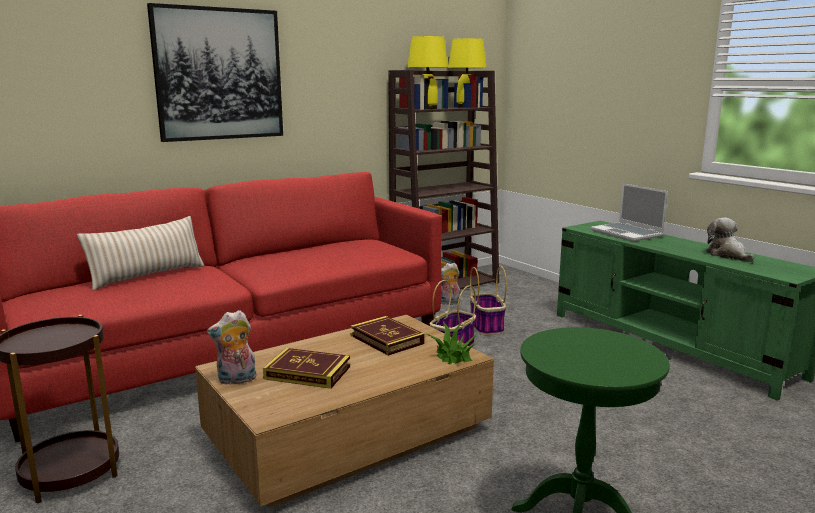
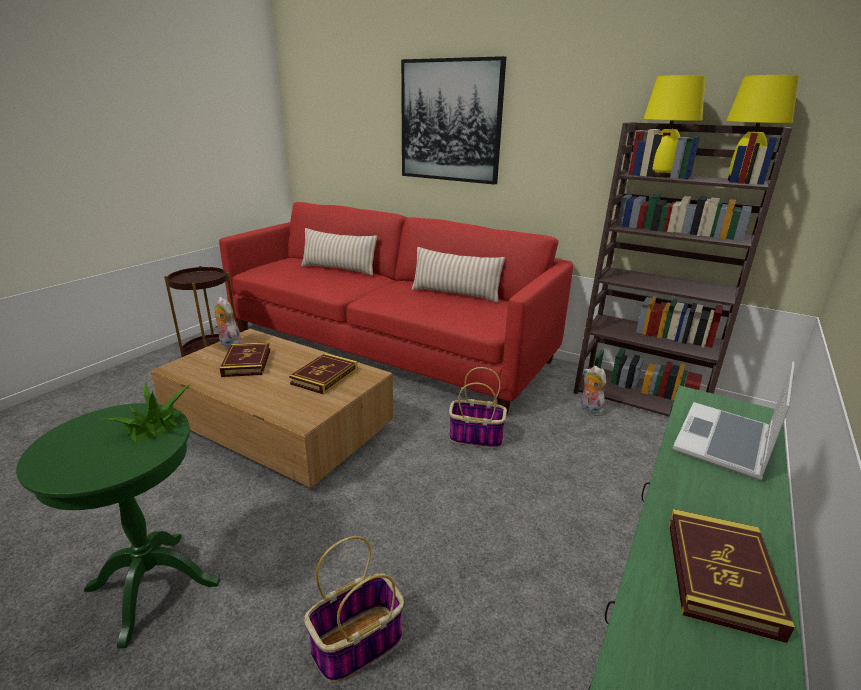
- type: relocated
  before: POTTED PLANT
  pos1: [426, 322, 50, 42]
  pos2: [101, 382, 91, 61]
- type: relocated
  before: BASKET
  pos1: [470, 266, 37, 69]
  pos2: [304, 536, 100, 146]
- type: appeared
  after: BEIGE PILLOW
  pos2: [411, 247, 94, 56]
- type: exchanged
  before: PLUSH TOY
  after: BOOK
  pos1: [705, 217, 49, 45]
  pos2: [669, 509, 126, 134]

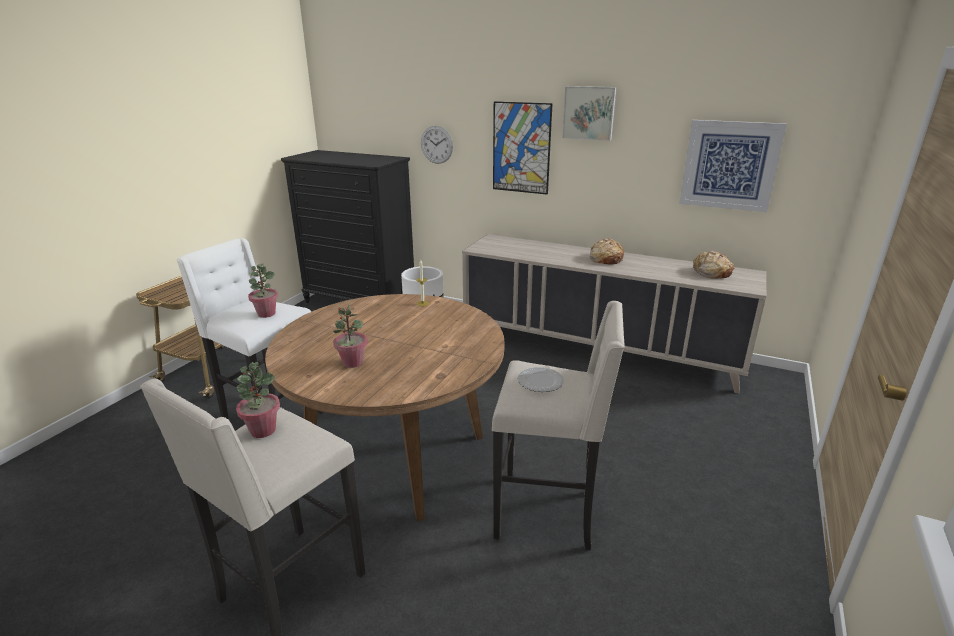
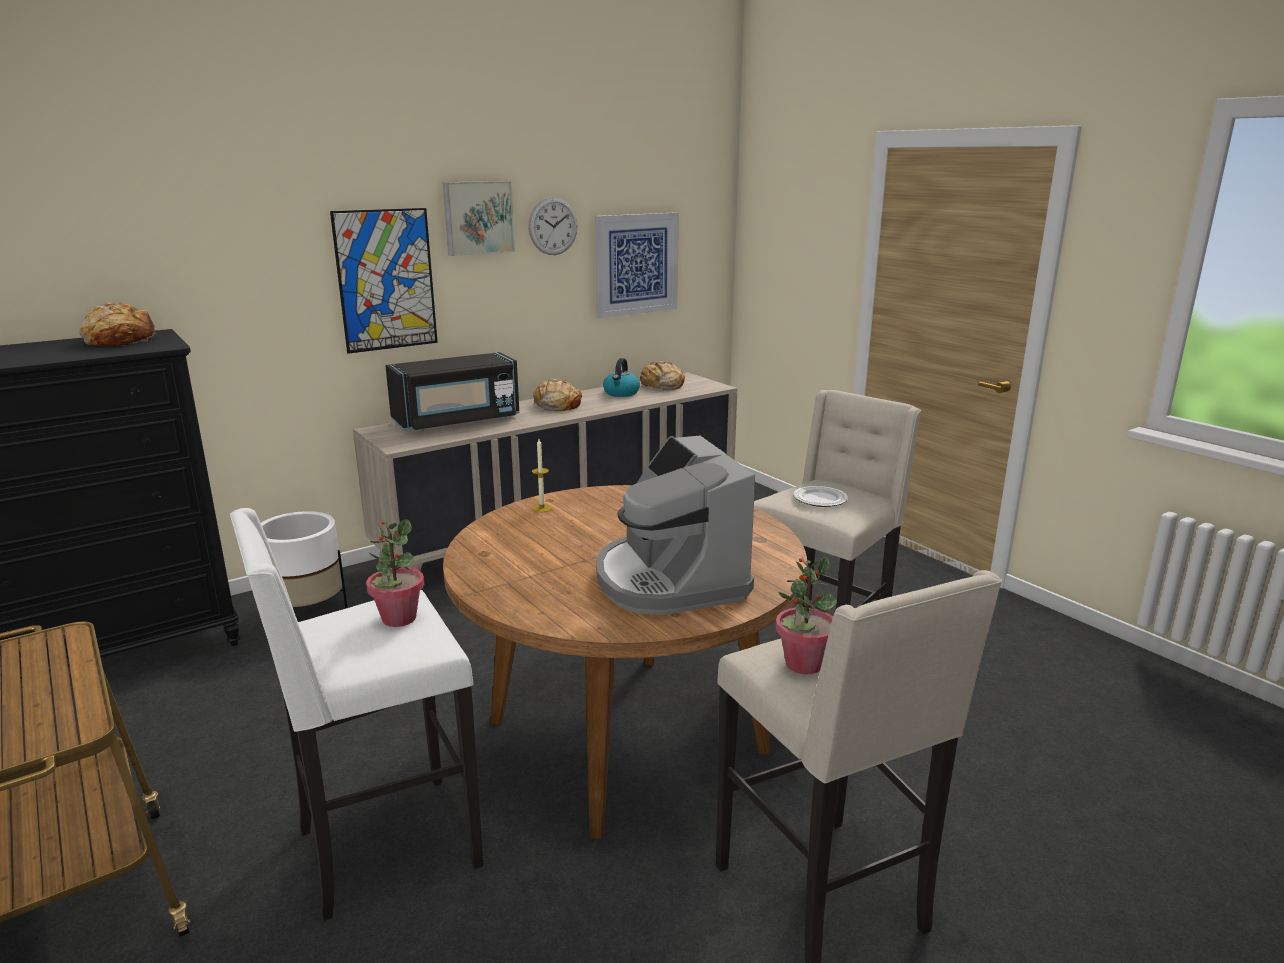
- type: appeared
  after: BREAD
  pos2: [79, 302, 78, 44]
- type: appeared
  after: BLACK MICROWAVE
  pos2: [385, 352, 135, 79]
- type: relocated
  before: WALL CLOCK
  pos1: [421, 126, 32, 38]
  pos2: [528, 197, 50, 58]
- type: exchanged
  before: POTTED PLANT
  after: COFFEE MACHINE
  pos1: [333, 303, 35, 65]
  pos2: [596, 436, 159, 179]
- type: appeared
  after: KETTLE
  pos2: [603, 358, 37, 39]

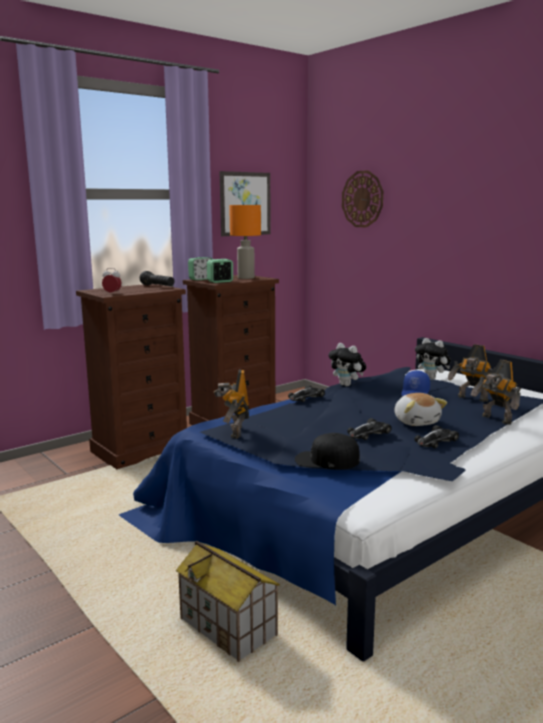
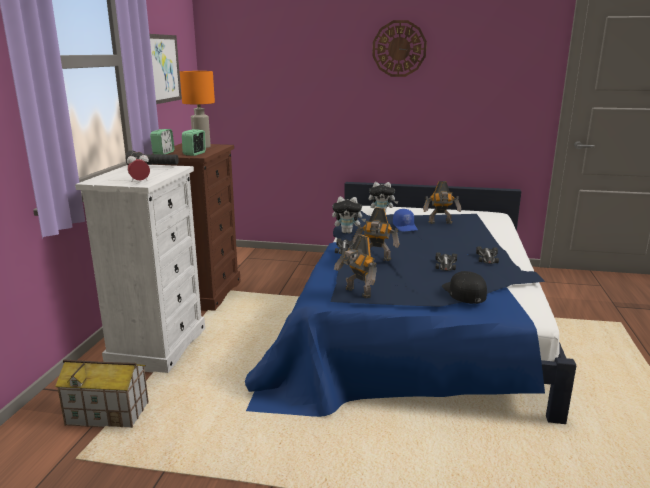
- type: relocated
  before: TOY HOUSE
  pos1: [176, 541, 104, 121]
  pos2: [55, 359, 94, 69]
- type: colour
  before: BROWN DRESSER
  after: WHITE DRESSER
  pos1: [76, 284, 111, 185]
  pos2: [75, 165, 130, 208]
- type: relocated
  before: TOY ROBOT
  pos1: [471, 360, 50, 65]
  pos2: [353, 207, 47, 54]
- type: relocated
  before: WALL CLOCK
  pos1: [342, 170, 41, 57]
  pos2: [372, 20, 55, 57]
- type: spun
  before: BLACK CAP
  pos1: [295, 433, 65, 37]
  pos2: [442, 271, 45, 33]
  turn: 105
- type: missing
  before: PLUSH TOY
  pos1: [394, 393, 53, 33]

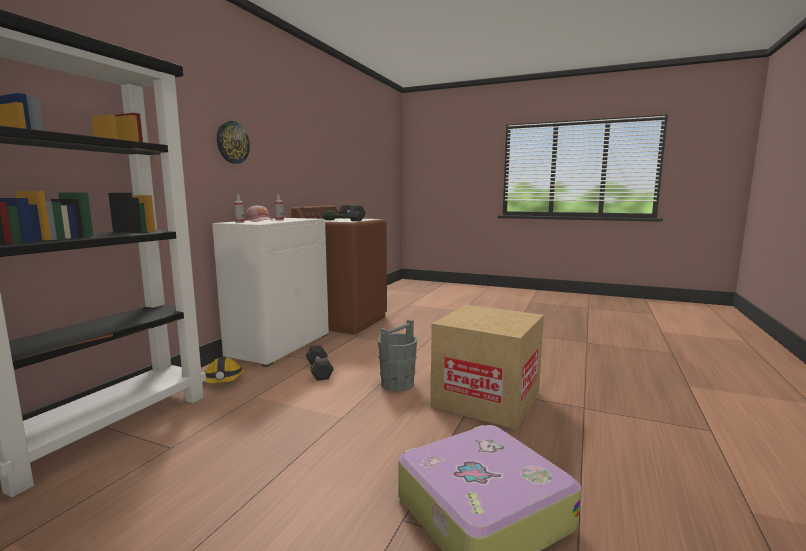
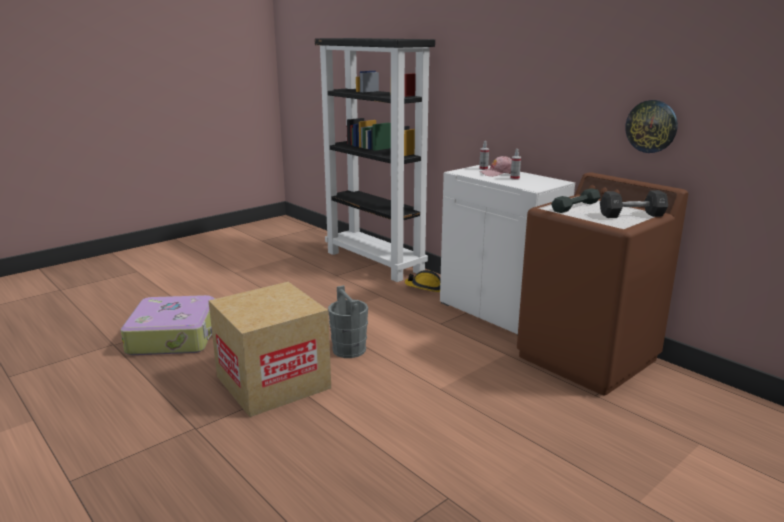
- type: relocated
  before: WALL CLOCK
  pos1: [217, 121, 33, 43]
  pos2: [625, 100, 53, 53]
- type: missing
  before: BLACK DUMBBELL
  pos1: [306, 345, 28, 36]

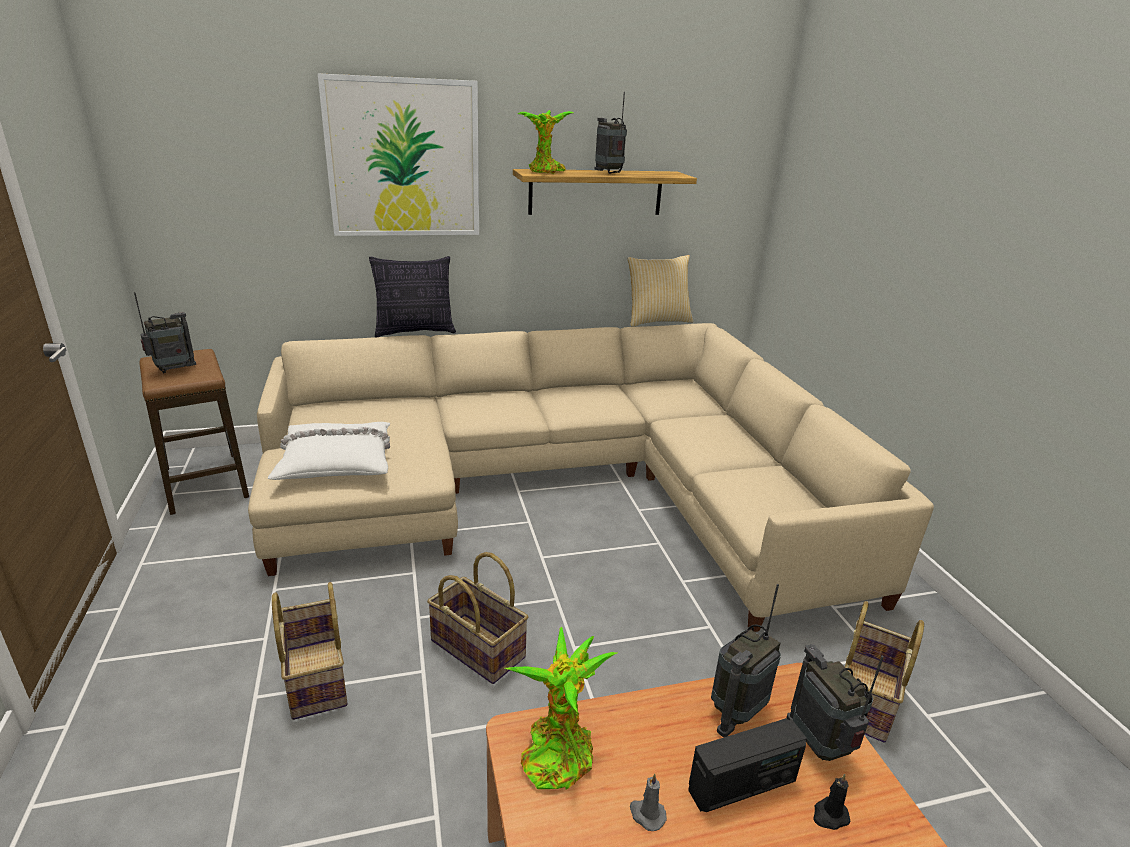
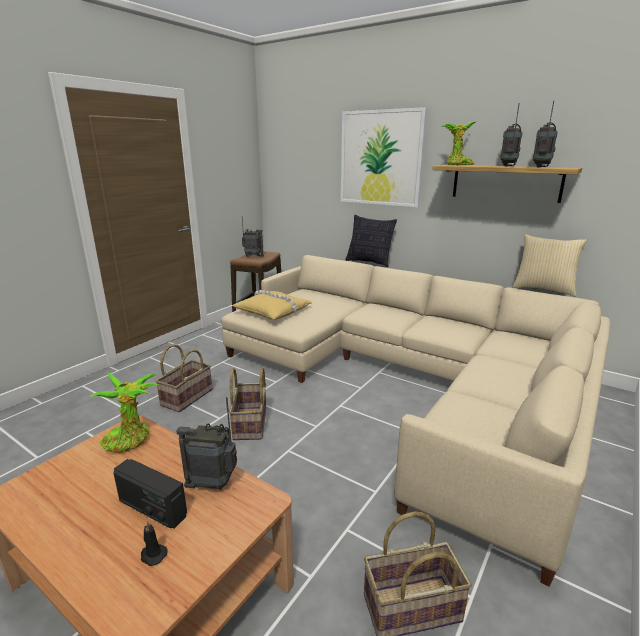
- type: colour
  before: WHITE PILLOW
  after: YELLOW PILLOW
  pos1: [268, 422, 122, 58]
  pos2: [232, 290, 81, 30]
- type: relocated
  before: RADIO
  pos1: [786, 644, 98, 117]
  pos2: [533, 101, 25, 67]
- type: missing
  before: GREY CANDLE
  pos1: [630, 773, 37, 58]

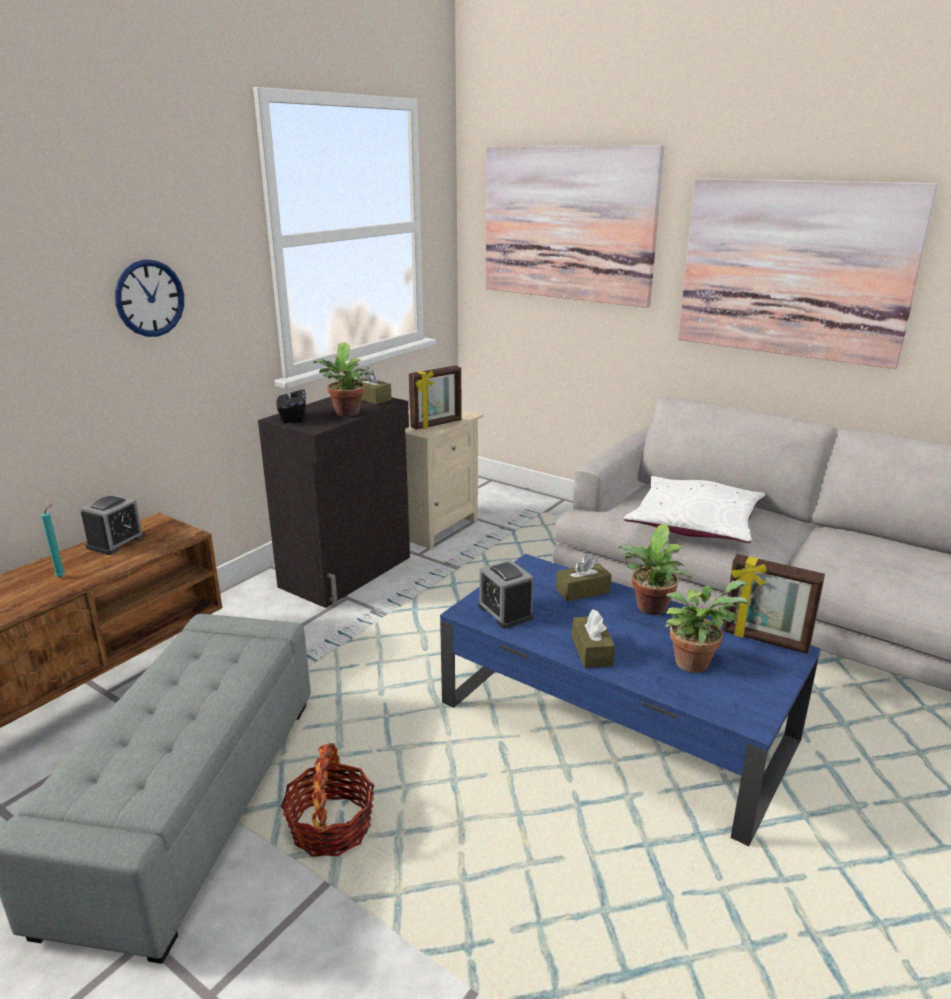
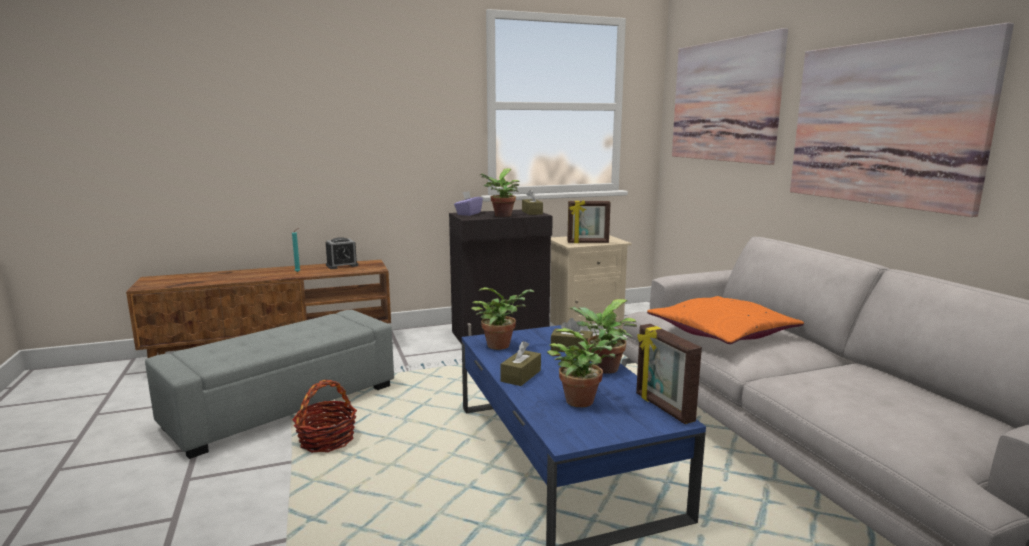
- type: colour
  before: BLACK TISSUE BOX
  after: PURPLE TISSUE BOX
  pos1: [276, 383, 30, 40]
  pos2: [454, 191, 29, 25]
- type: exchanged
  before: ALARM CLOCK
  after: POTTED PLANT
  pos1: [478, 560, 55, 68]
  pos2: [471, 287, 63, 63]
- type: colour
  before: WHITE PILLOW
  after: ORANGE PILLOW
  pos1: [624, 476, 141, 67]
  pos2: [647, 296, 157, 48]
- type: missing
  before: WALL CLOCK
  pos1: [115, 259, 69, 78]

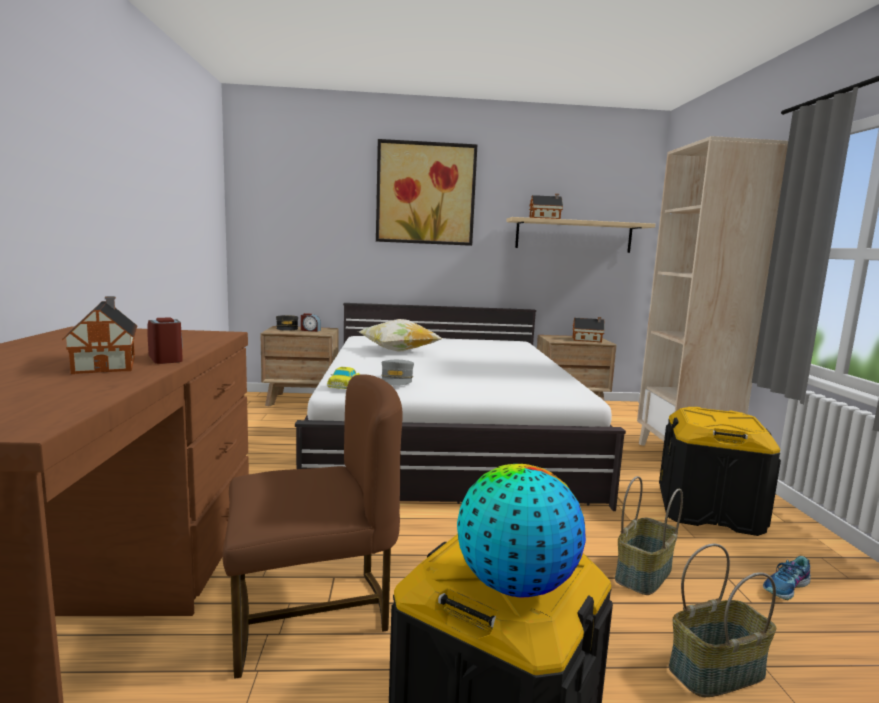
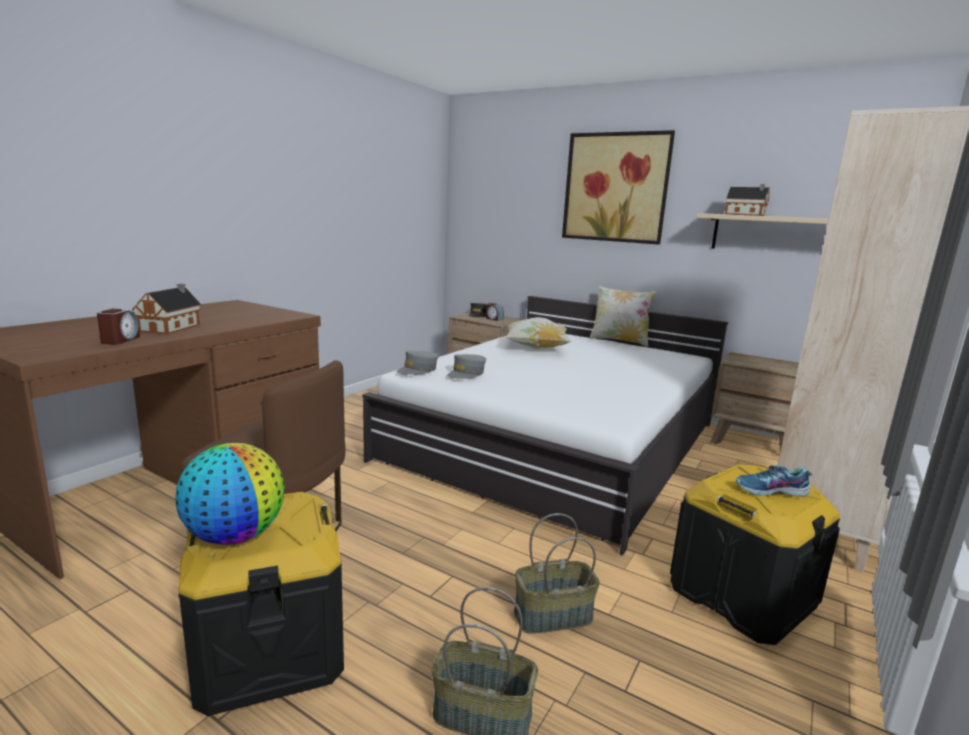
- type: relocated
  before: ALARM CLOCK
  pos1: [147, 317, 36, 47]
  pos2: [97, 309, 43, 36]
- type: exchanged
  before: TOY CAR
  after: GREY CAP
  pos1: [327, 367, 33, 22]
  pos2: [397, 351, 42, 24]
- type: appeared
  after: PILLOW
  pos2: [589, 286, 67, 61]
- type: relocated
  before: SHOE
  pos1: [763, 556, 48, 44]
  pos2: [736, 465, 76, 32]
- type: missing
  before: TOY HOUSE
  pos1: [573, 317, 32, 25]

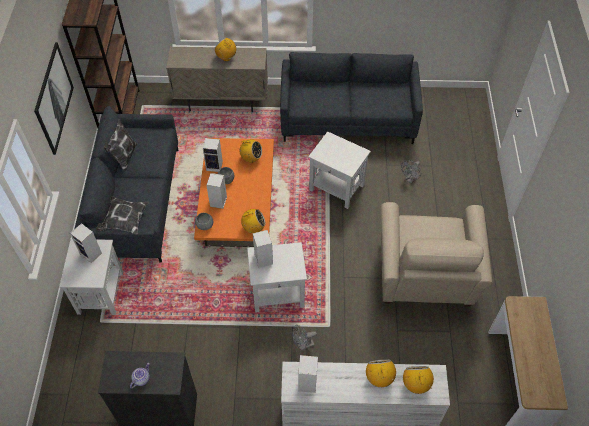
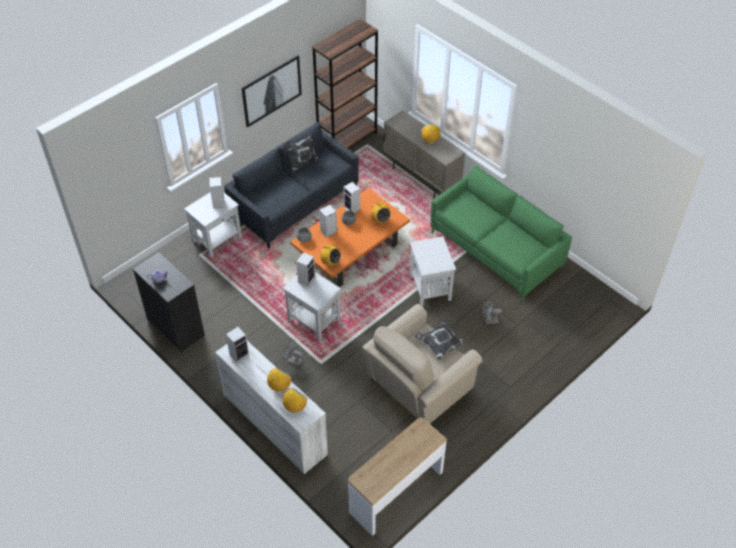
- type: relocated
  before: PILLOW
  pos1: [96, 196, 53, 39]
  pos2: [415, 320, 52, 40]
- type: colour
  before: GREY SOFA
  after: GREEN SOFA
  pos1: [280, 52, 143, 92]
  pos2: [430, 165, 142, 136]

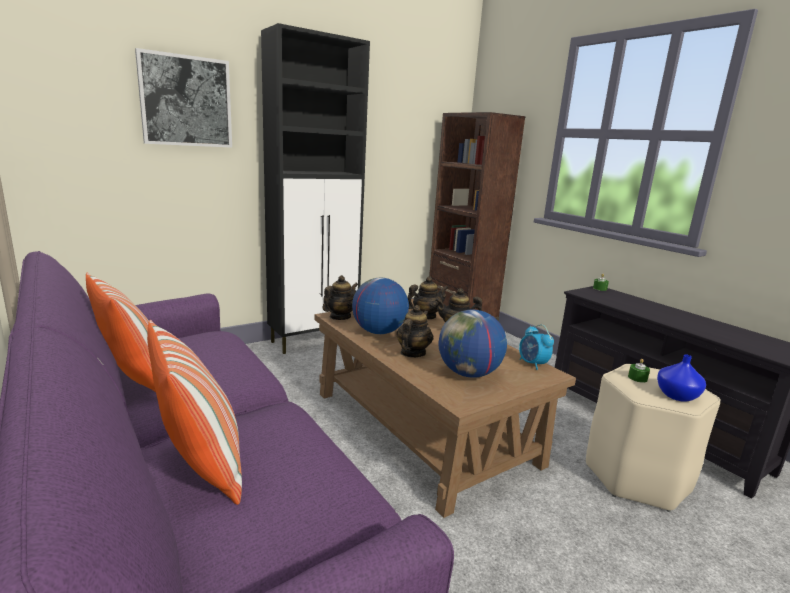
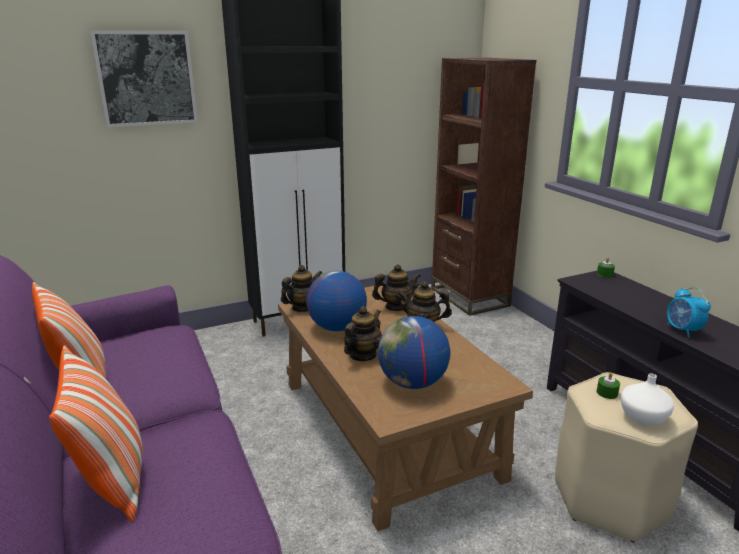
- type: colour
  before: BLUE VASE
  after: WHITE VASE
  pos1: [657, 354, 49, 48]
  pos2: [621, 373, 53, 53]
- type: relocated
  before: ALARM CLOCK
  pos1: [519, 324, 35, 46]
  pos2: [667, 287, 44, 50]

